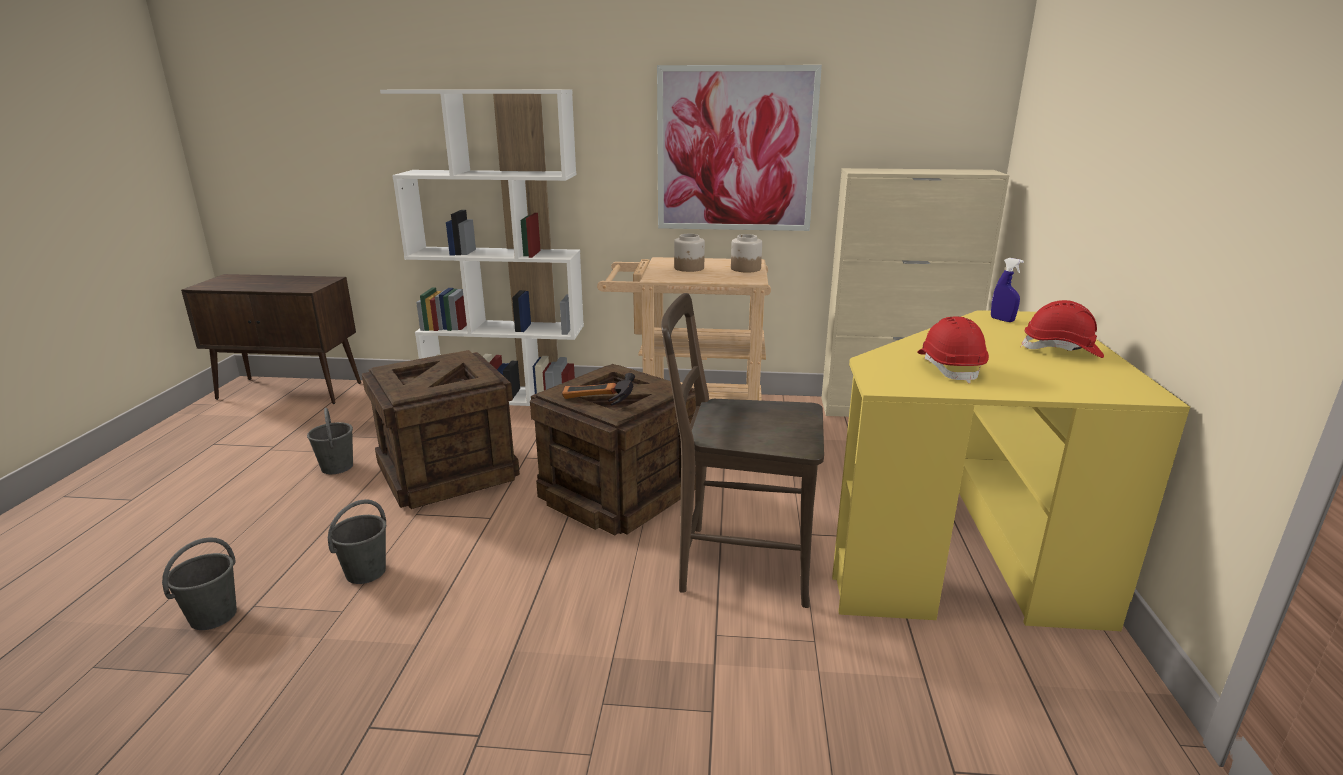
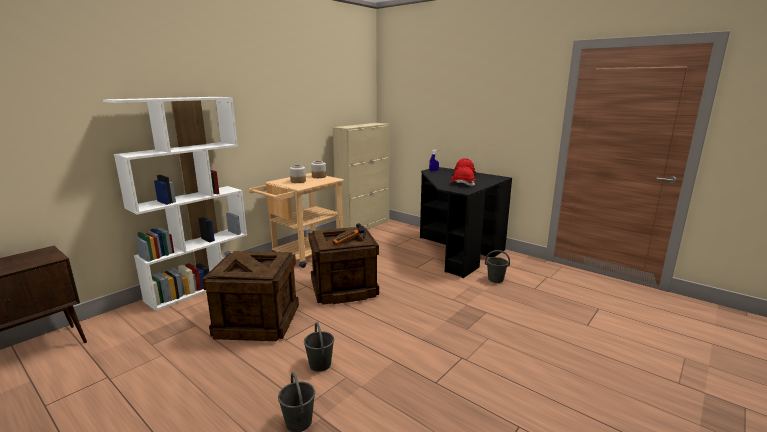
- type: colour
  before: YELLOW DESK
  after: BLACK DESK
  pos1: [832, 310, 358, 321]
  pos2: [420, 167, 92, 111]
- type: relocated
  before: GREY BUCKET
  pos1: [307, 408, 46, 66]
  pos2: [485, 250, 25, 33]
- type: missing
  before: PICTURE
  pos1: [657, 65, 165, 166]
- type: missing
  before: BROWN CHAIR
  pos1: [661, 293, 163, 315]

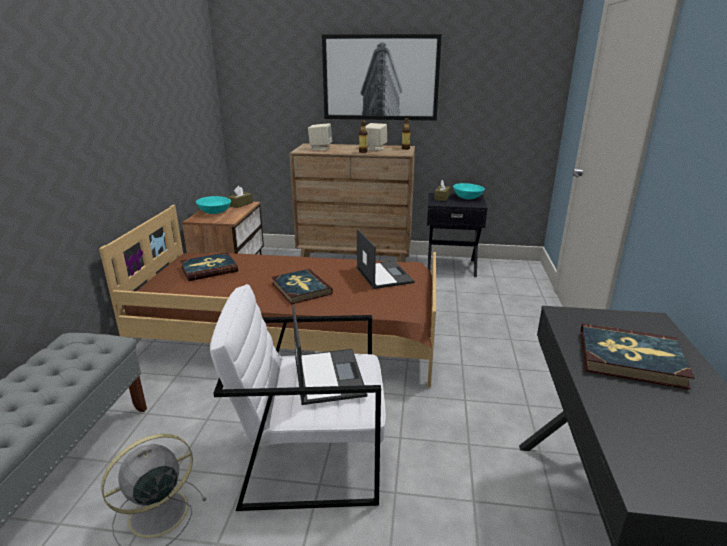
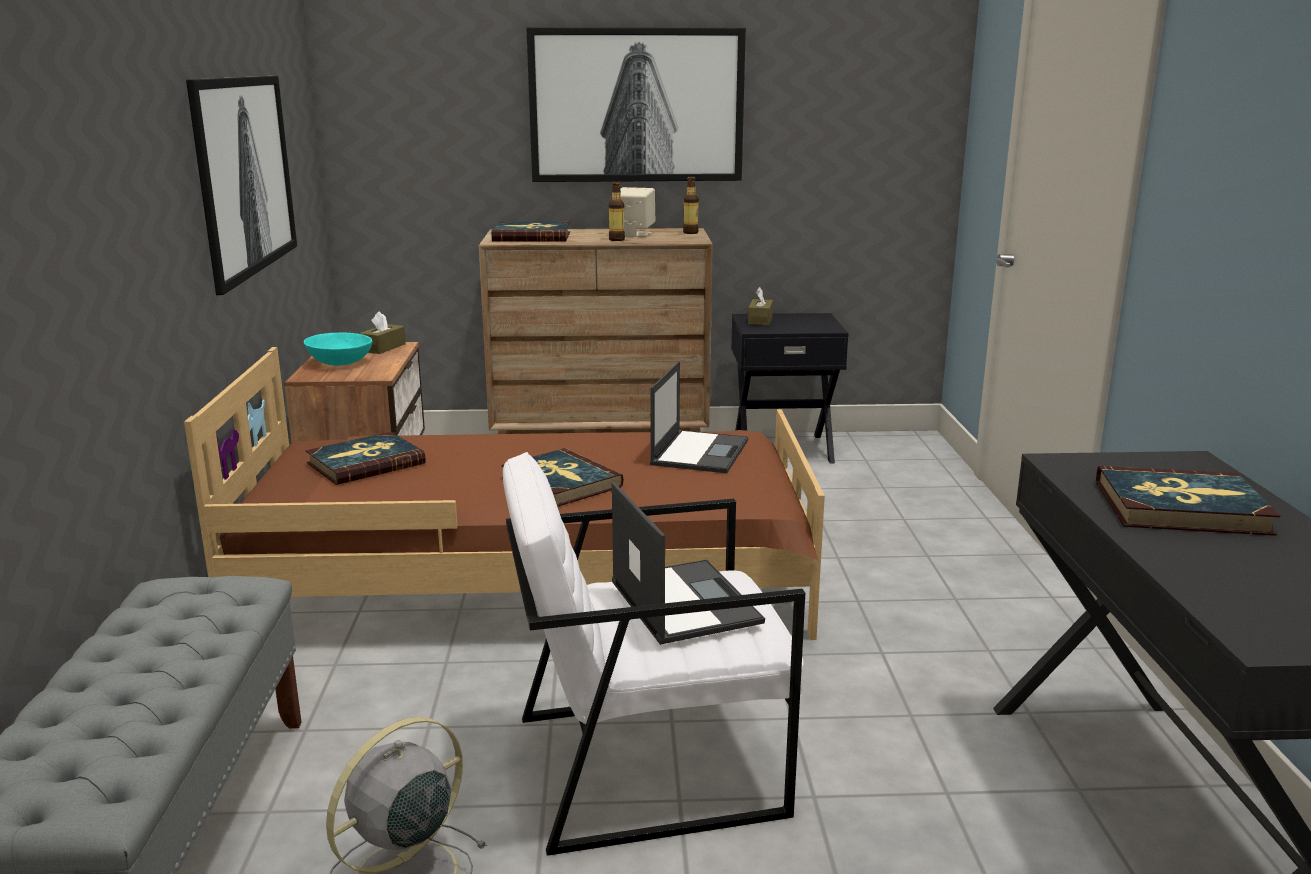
- type: appeared
  after: PICTURE
  pos2: [186, 76, 111, 219]
- type: exchanged
  before: BEIGE SPEAKER
  after: BOOK
  pos1: [308, 123, 25, 27]
  pos2: [491, 222, 79, 20]
- type: spun
  before: LAPTOP
  pos1: [356, 228, 58, 61]
  pos2: [650, 361, 98, 112]
  turn: 45
- type: missing
  before: TURQUOISE BOWL
  pos1: [453, 183, 32, 16]

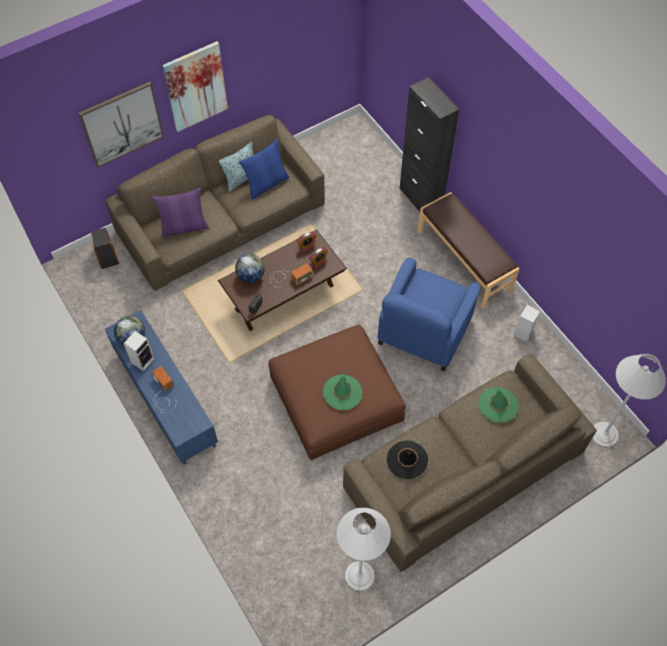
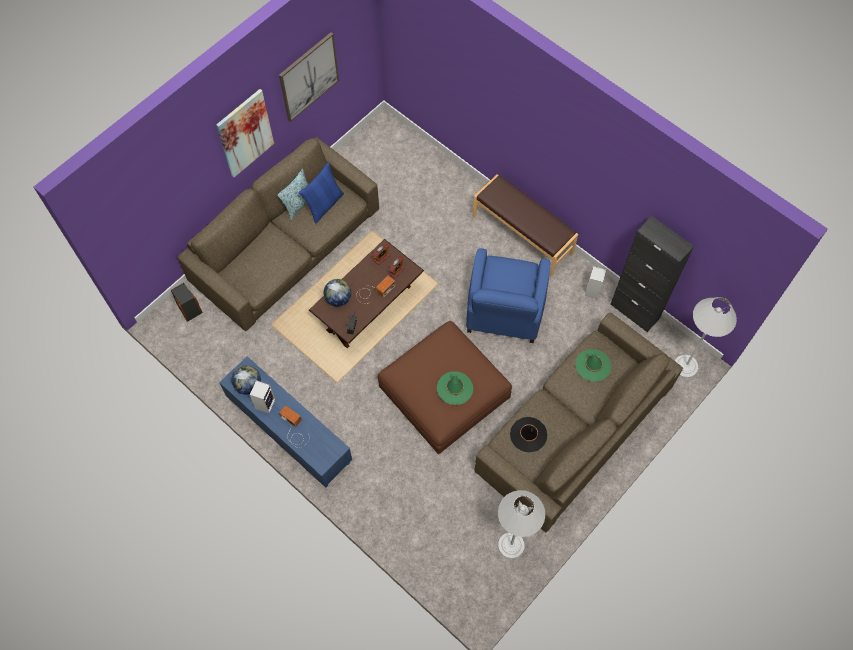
- type: relocated
  before: PICTURE
  pos1: [78, 81, 86, 86]
  pos2: [279, 32, 60, 90]
- type: relocated
  before: BLACK CABINET
  pos1: [400, 77, 59, 135]
  pos2: [610, 216, 84, 116]
- type: missing
  before: PURPLE PILLOW
  pos1: [152, 188, 57, 50]

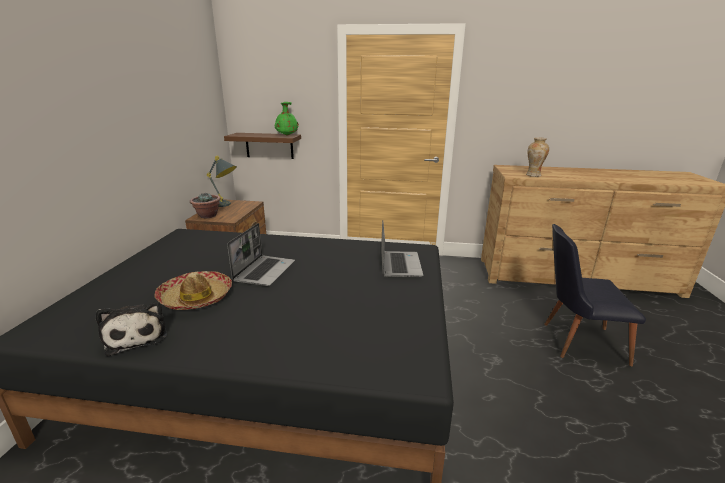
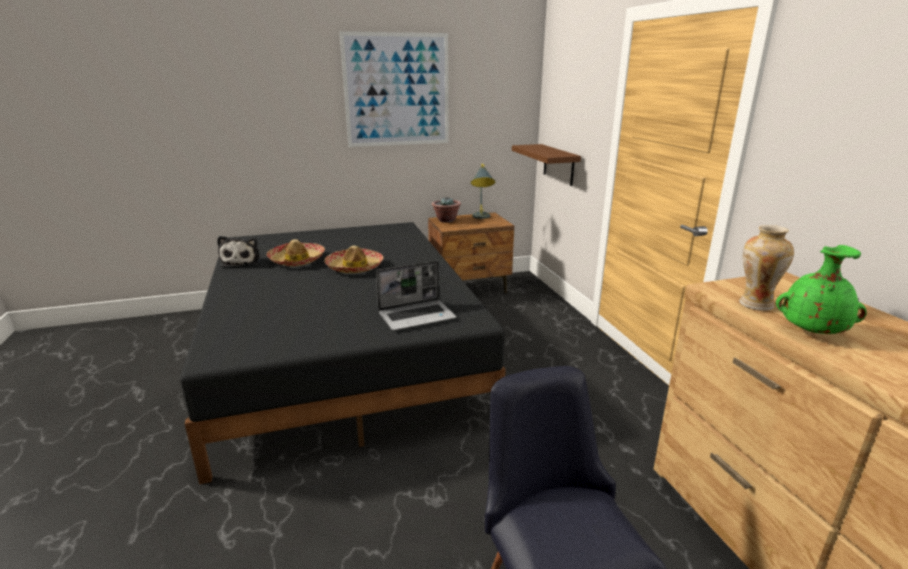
- type: spun
  before: PLUSH TOY
  pos1: [96, 301, 71, 55]
  pos2: [217, 236, 44, 31]
  turn: -45
- type: exchanged
  before: LAPTOP
  after: HAT
  pos1: [227, 223, 68, 63]
  pos2: [325, 246, 59, 27]
- type: appeared
  after: PICTURE
  pos2: [340, 31, 108, 116]
- type: relocated
  before: GREEN VASE
  pos1: [275, 102, 24, 34]
  pos2: [776, 245, 91, 89]

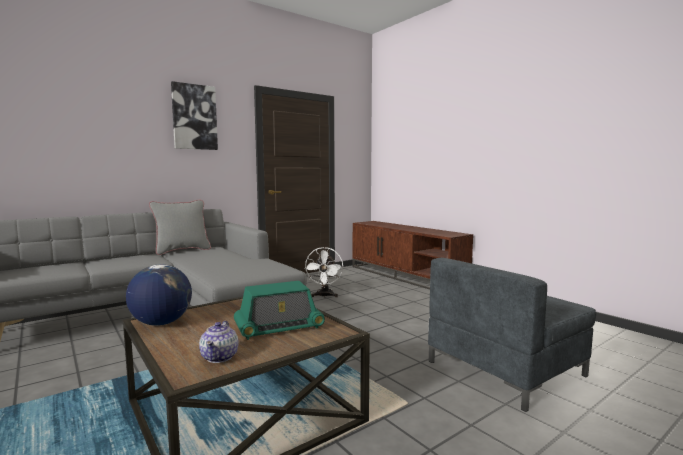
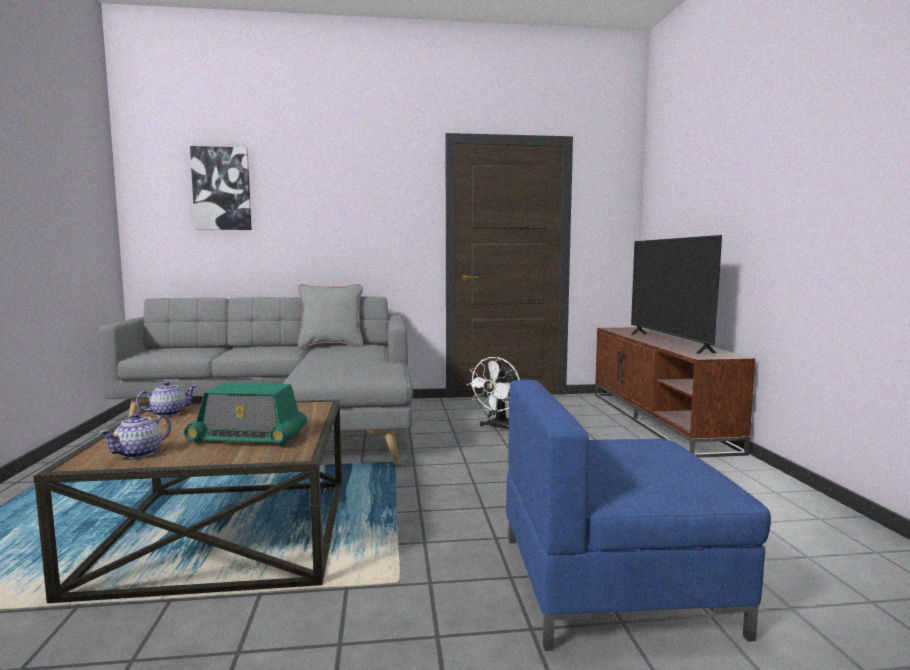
- type: exchanged
  before: GLOBE
  after: TEAPOT
  pos1: [126, 264, 66, 62]
  pos2: [136, 381, 60, 36]
- type: relocated
  before: PICTURE
  pos1: [171, 81, 47, 69]
  pos2: [190, 146, 62, 84]
- type: colour
  before: GREY ARMCHAIR
  after: BLUE ARMCHAIR
  pos1: [428, 258, 168, 154]
  pos2: [506, 380, 265, 271]
- type: appeared
  after: TELEVISION
  pos2: [631, 235, 91, 119]

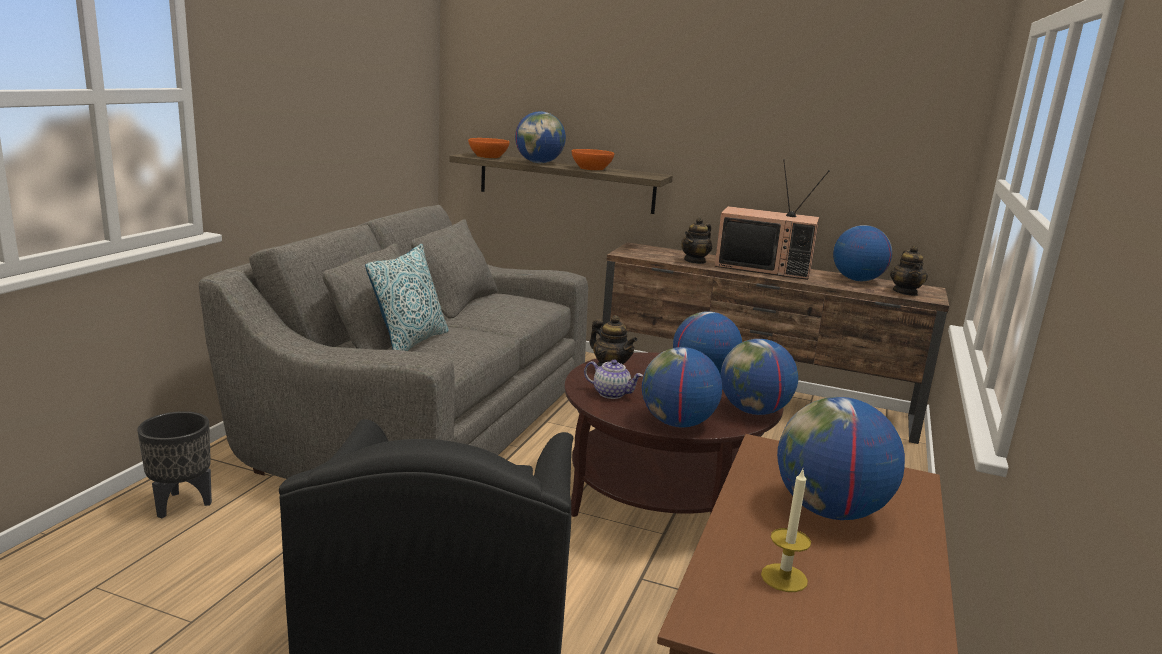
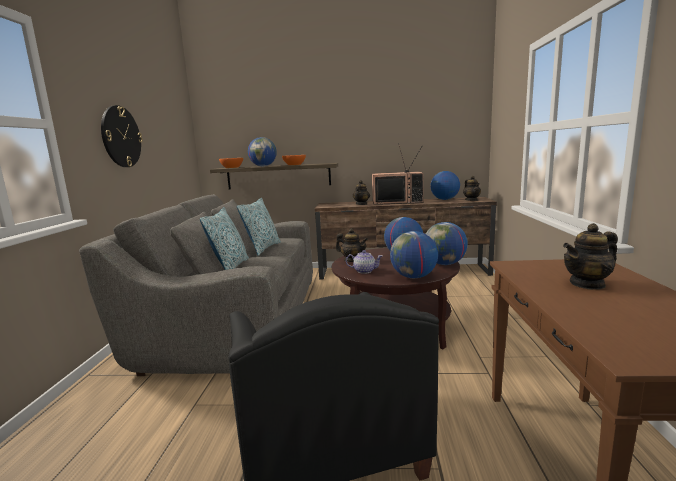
- type: appeared
  after: WALL CLOCK
  pos2: [101, 105, 42, 62]
- type: appeared
  after: PILLOW
  pos2: [237, 198, 44, 58]
- type: exchanged
  before: GLOBE
  after: TEAPOT
  pos1: [777, 397, 128, 123]
  pos2: [563, 223, 55, 67]
- type: missing
  before: BLACK PLANTER
  pos1: [137, 411, 75, 107]
- type: missing
  before: CANDLE
  pos1: [761, 469, 50, 123]

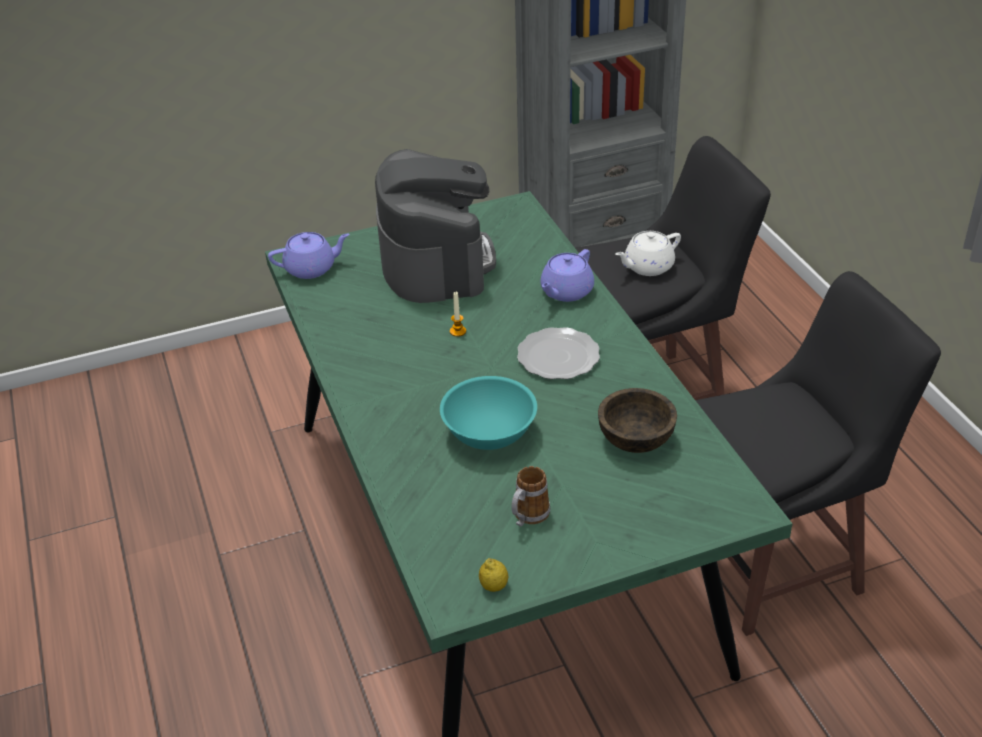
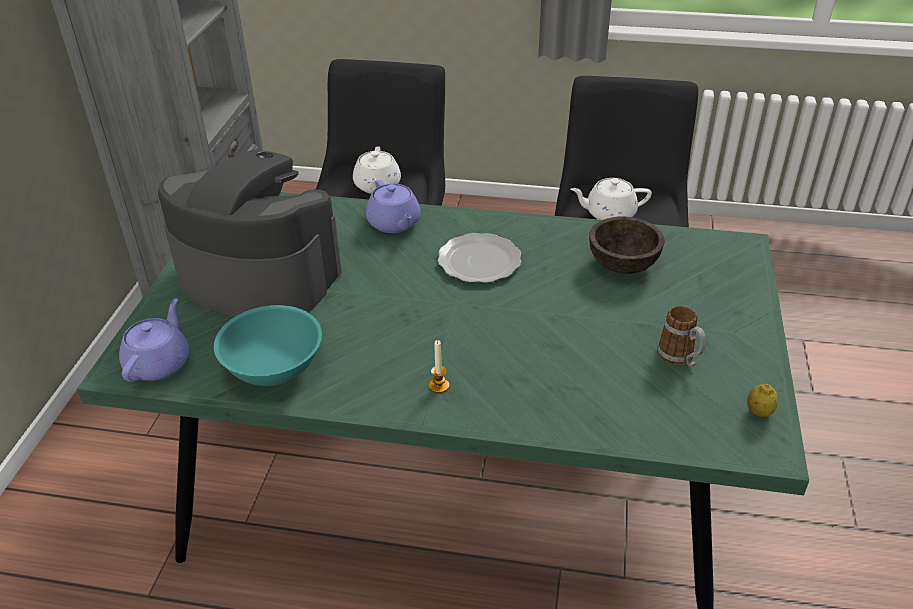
- type: relocated
  before: TURQUOISE BOWL
  pos1: [440, 376, 97, 74]
  pos2: [214, 305, 108, 81]
- type: relocated
  before: CANDLE
  pos1: [450, 291, 16, 46]
  pos2: [429, 340, 20, 53]
- type: appeared
  after: WHITE TEAPOT
  pos2: [571, 178, 81, 42]

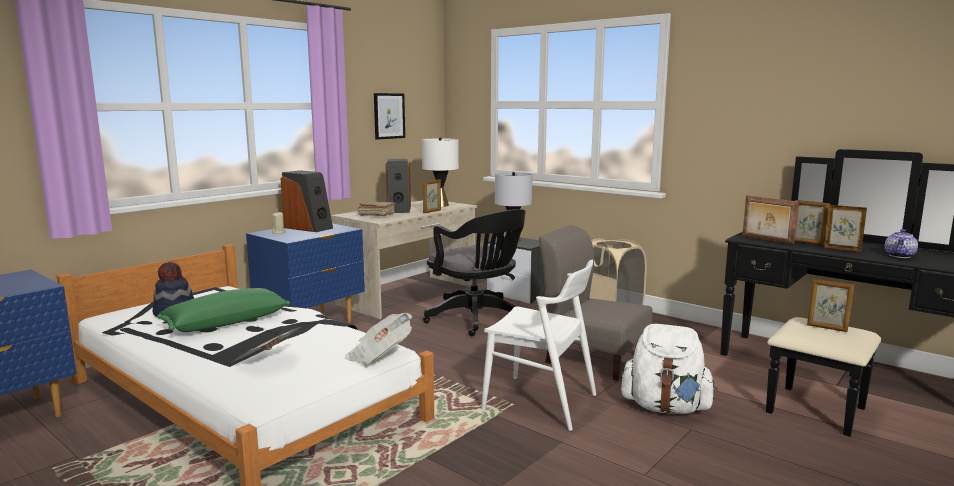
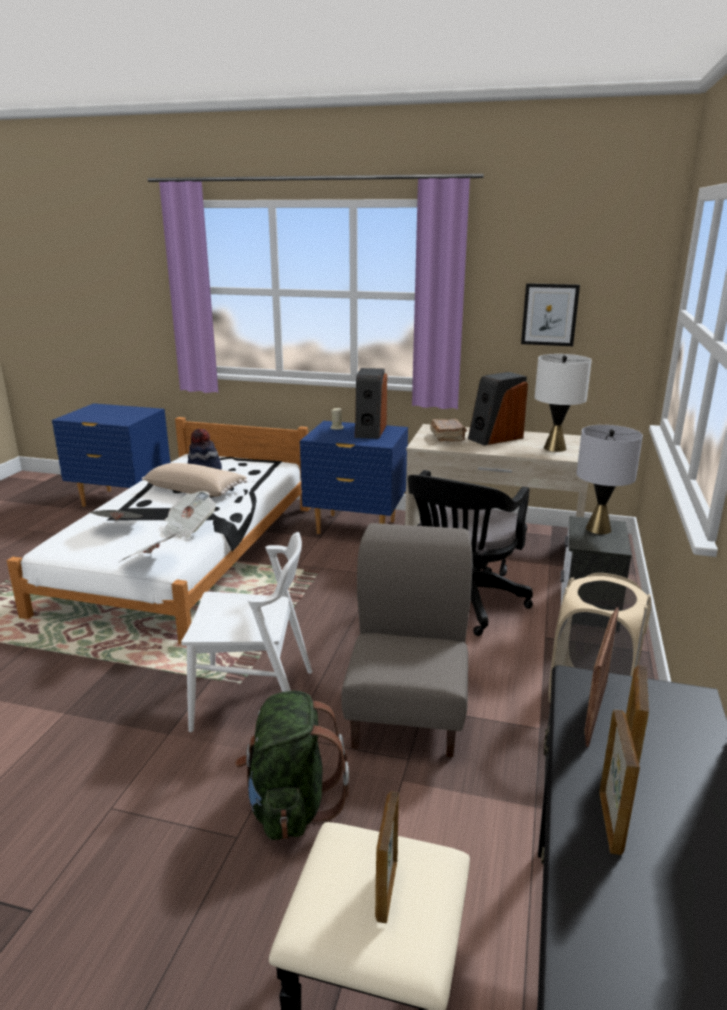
- type: colour
  before: GREEN PILLOW
  after: BEIGE PILLOW
  pos1: [157, 288, 133, 44]
  pos2: [142, 463, 105, 34]
- type: appeared
  after: NEWSPAPER
  pos2: [160, 491, 56, 47]
- type: spun
  before: WHITE CHAIR
  pos1: [481, 260, 115, 171]
  pos2: [181, 532, 131, 200]
  turn: -90
- type: colour
  before: WHITE BACKPACK
  after: GREEN BACKPACK
  pos1: [621, 324, 97, 90]
  pos2: [235, 691, 114, 149]
- type: missing
  before: PICTURE FRAME
  pos1: [423, 179, 18, 34]
- type: missing
  before: TEAPOT
  pos1: [885, 229, 33, 29]

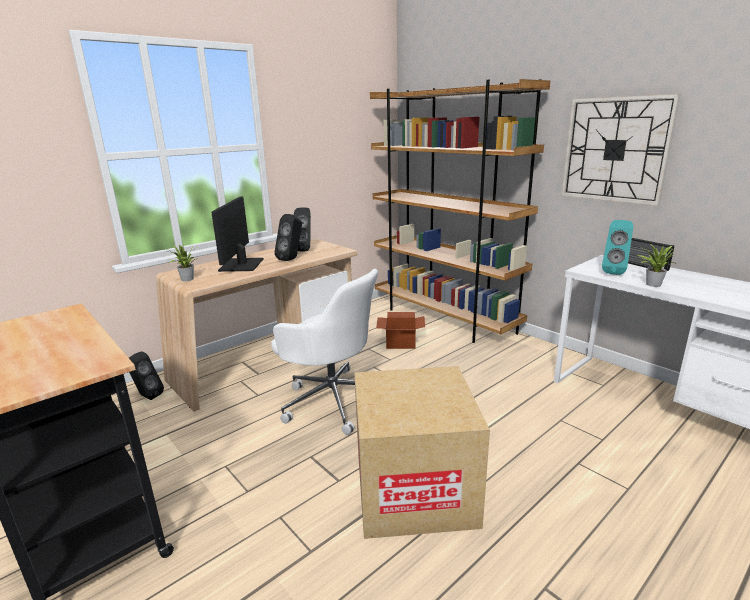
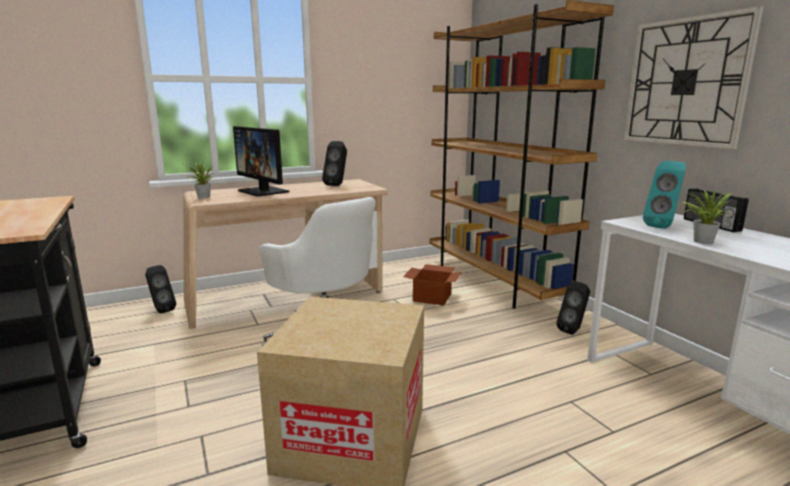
- type: spun
  before: MONITOR
  pos1: [211, 196, 53, 76]
  pos2: [233, 126, 57, 71]
  turn: -60
- type: relocated
  before: BLACK SPEAKER
  pos1: [274, 214, 28, 47]
  pos2: [556, 281, 34, 54]

